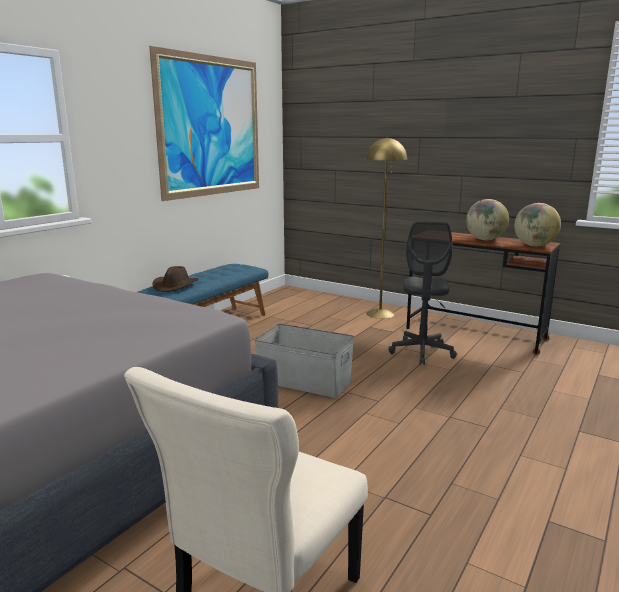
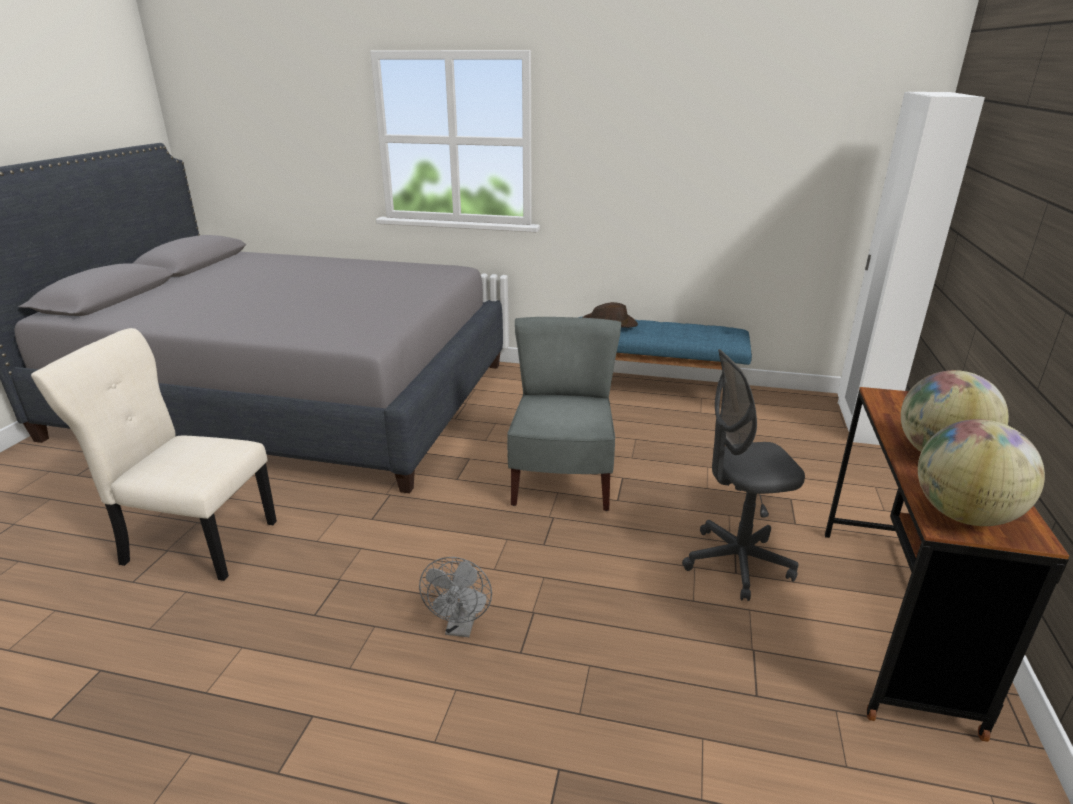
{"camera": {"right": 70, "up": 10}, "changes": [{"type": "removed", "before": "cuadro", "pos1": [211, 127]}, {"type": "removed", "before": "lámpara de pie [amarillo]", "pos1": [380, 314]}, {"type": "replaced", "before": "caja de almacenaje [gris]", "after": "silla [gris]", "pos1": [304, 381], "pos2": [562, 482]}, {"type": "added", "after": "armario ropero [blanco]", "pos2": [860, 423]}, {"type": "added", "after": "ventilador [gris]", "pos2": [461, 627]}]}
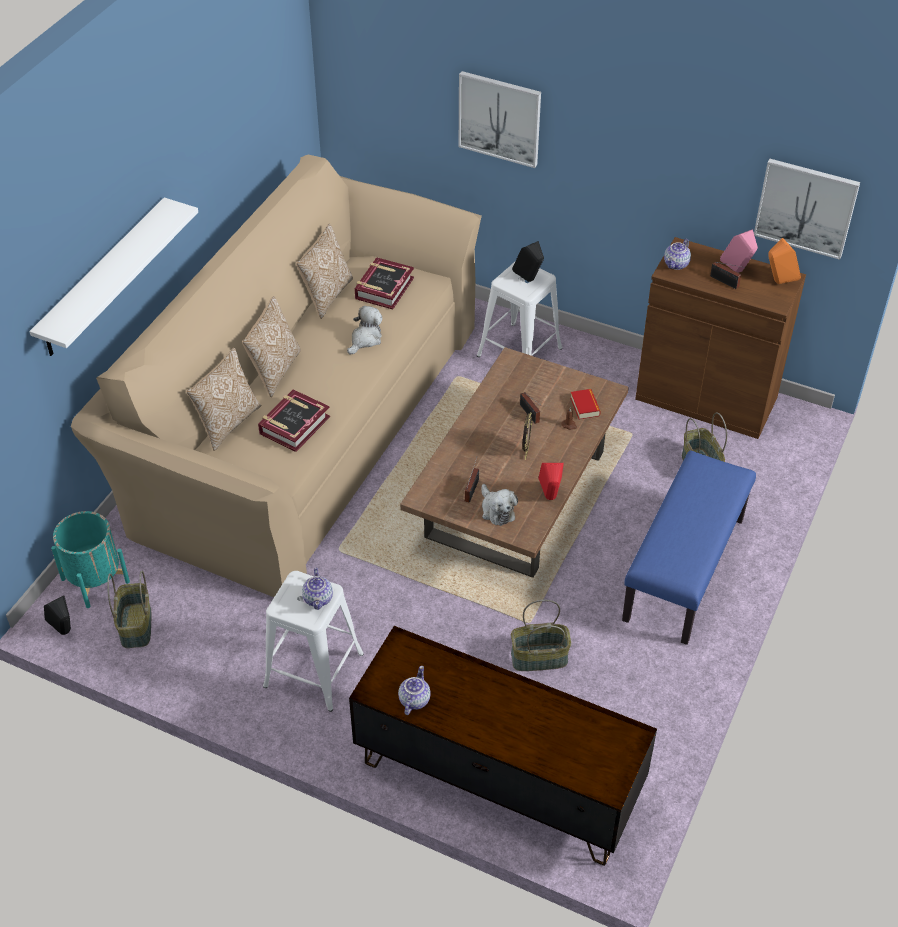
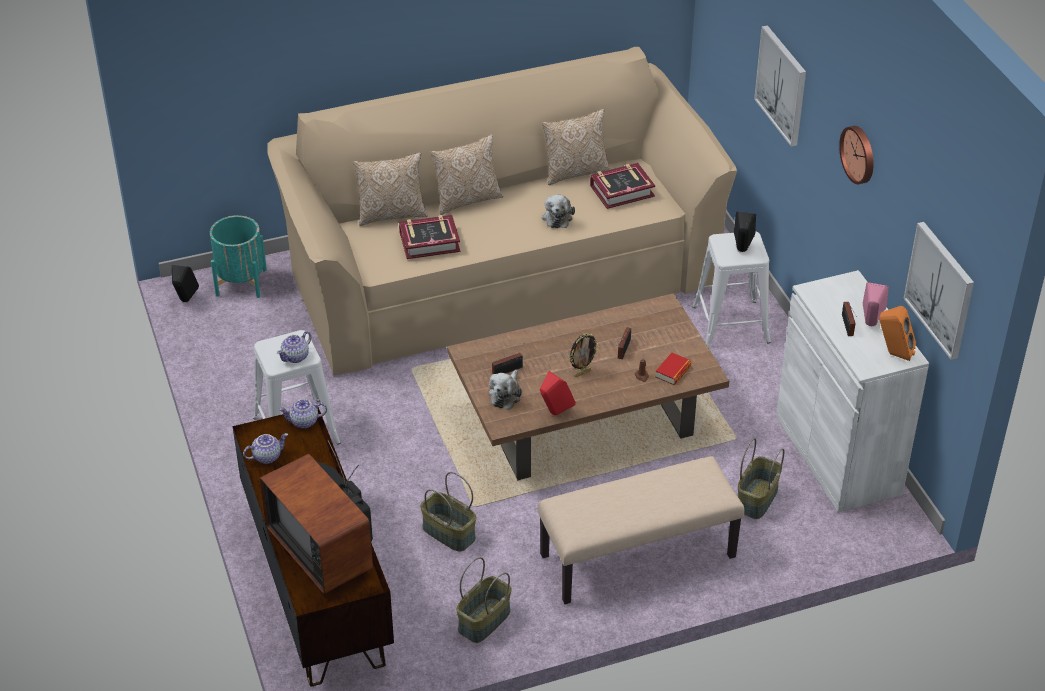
{"camera": {"right": 45, "up": -5}, "changes": [{"type": "removed", "before": "estante [blanco]", "pos1": [103, 278]}, {"type": "recoloured", "before": "armario [marrón]", "after": "armario [blanco]", "pos1": [706, 398], "pos2": [838, 455]}, {"type": "moved", "before": "tetera", "pos1": [676, 264], "pos2": [304, 421]}, {"type": "turned", "before": "peluche", "pos1": [365, 339], "pos2": [557, 217], "turn": 105}, {"type": "recoloured", "before": "banco [azul]", "after": "banco [beis]", "pos1": [685, 570], "pos2": [637, 557]}, {"type": "moved", "before": "cesta", "pos1": [137, 626], "pos2": [484, 621]}, {"type": "added", "after": "reloj de pared", "pos2": [859, 154]}, {"type": "added", "after": "televisor", "pos2": [326, 547]}]}
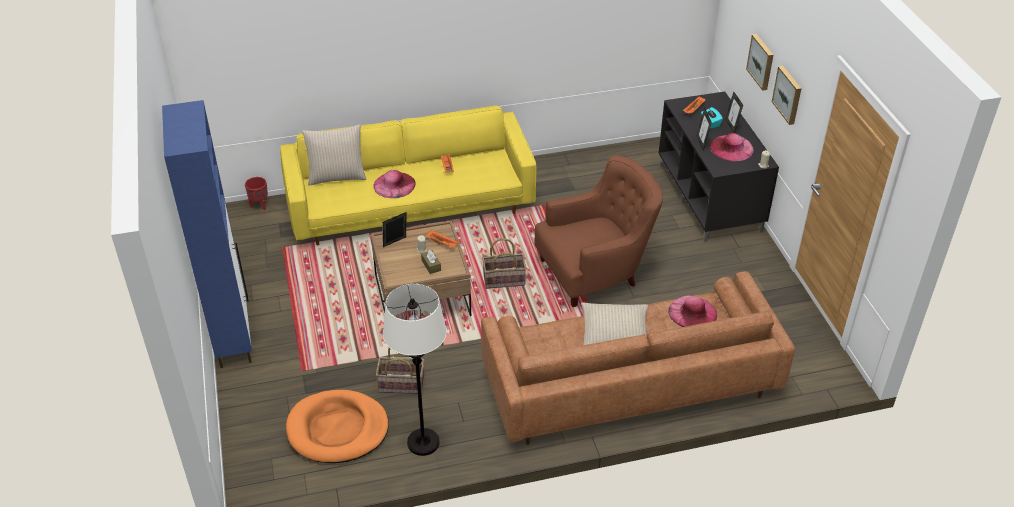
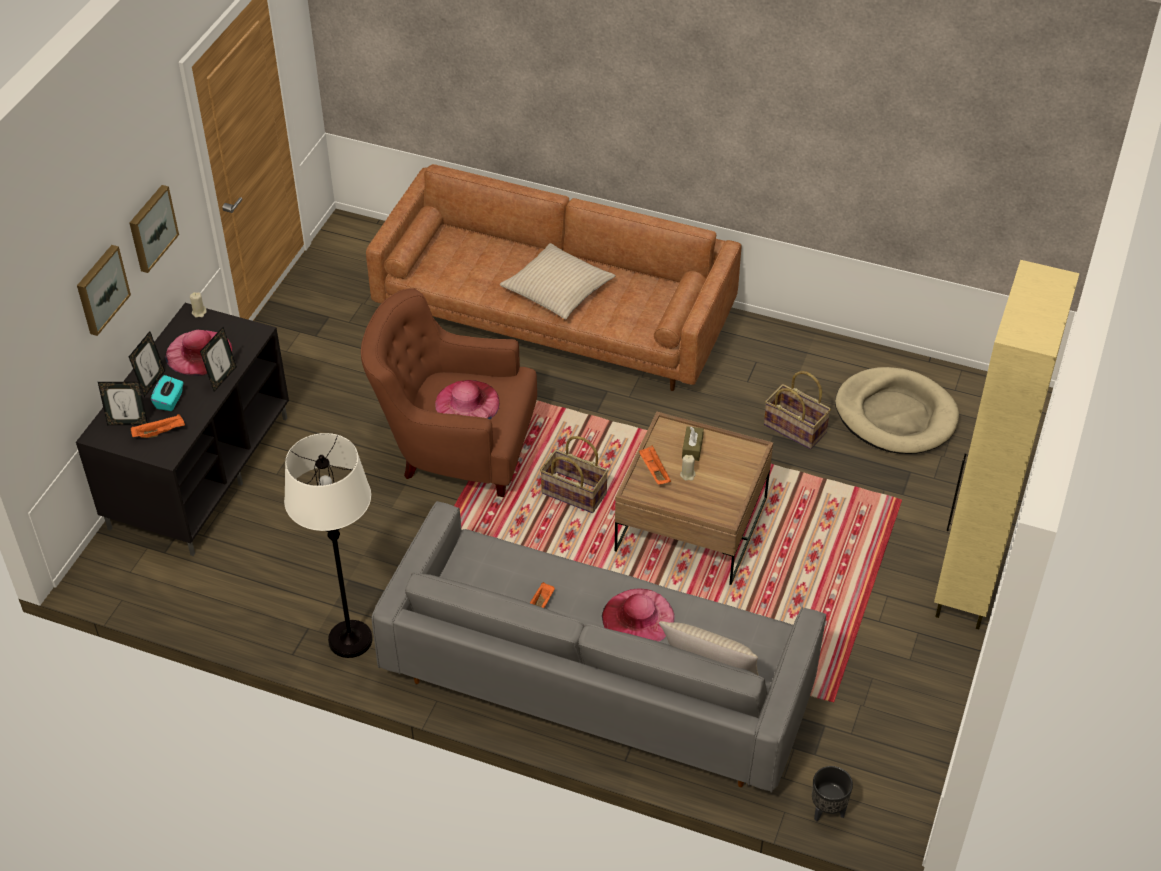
{"camera": {"right": -145, "up": 5}, "changes": [{"type": "recoloured", "before": "armario [azul]", "after": "armario [beis]", "pos1": [233, 338], "pos2": [967, 585]}, {"type": "recoloured", "before": "sofá [amarillo]", "after": "sofá [gris]", "pos1": [410, 205], "pos2": [598, 680]}, {"type": "recoloured", "before": "maceta [rojo]", "after": "maceta [negro]", "pos1": [260, 205], "pos2": [827, 811]}, {"type": "moved", "before": "portarretratos", "pos1": [395, 243], "pos2": [128, 422]}, {"type": "moved", "before": "lámpara de pie [blanco]", "pos1": [423, 442], "pos2": [350, 640]}, {"type": "moved", "before": "sombrero [rosa]", "pos1": [692, 313], "pos2": [467, 403]}, {"type": "recoloured", "before": "cama para perro [naranja]", "after": "cama para perro [beis]", "pos1": [337, 429], "pos2": [895, 415]}]}
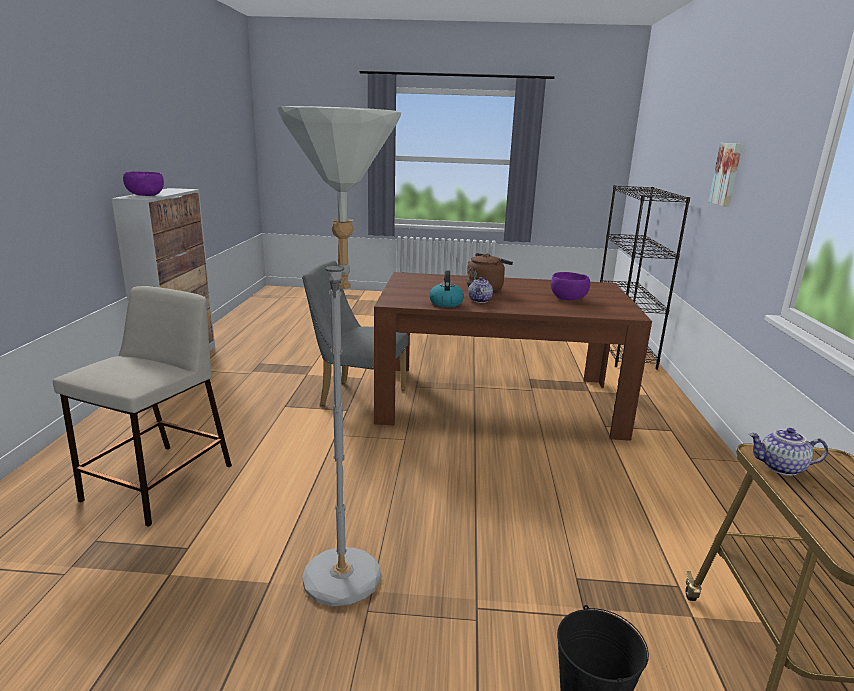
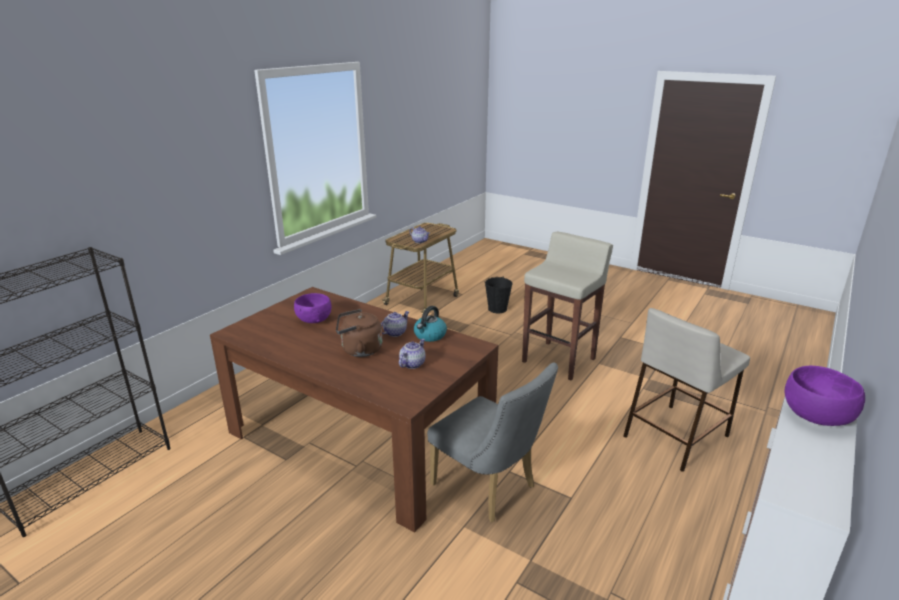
{"camera": {"right": -150, "up": 5}, "changes": [{"type": "replaced", "before": "lámpara de pie [gris]", "after": "taburete [beis]", "pos1": [346, 565], "pos2": [559, 360]}, {"type": "removed", "before": "cuadro", "pos1": [727, 174]}, {"type": "added", "after": "tetera", "pos2": [412, 364]}]}
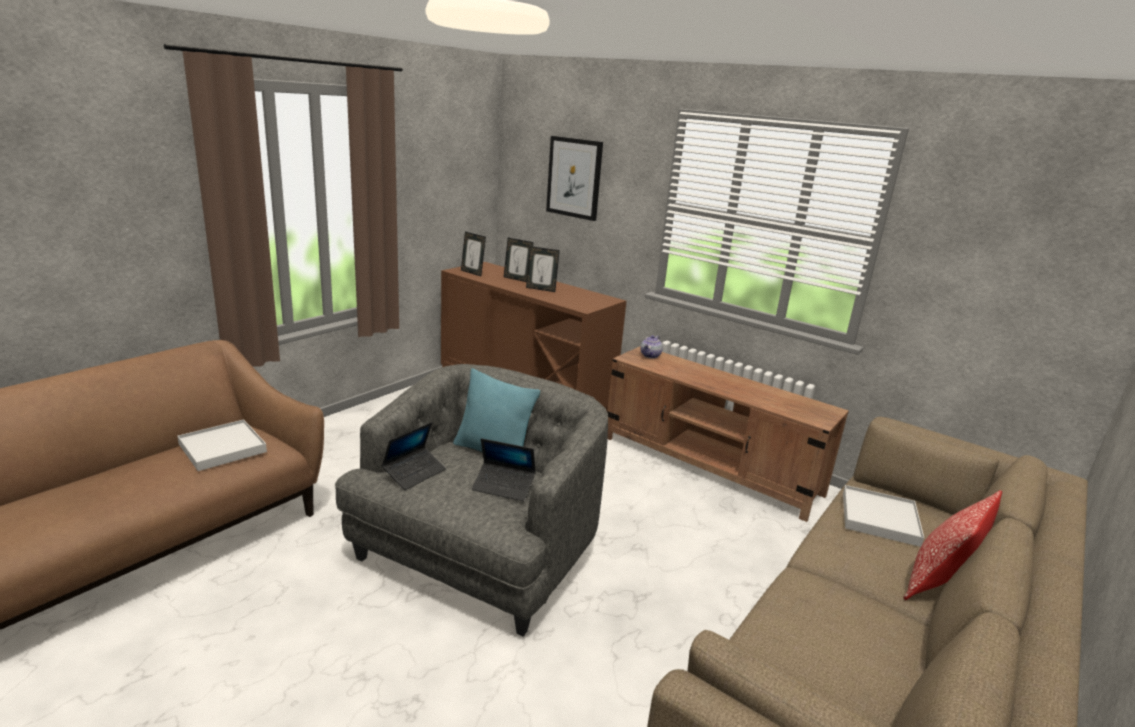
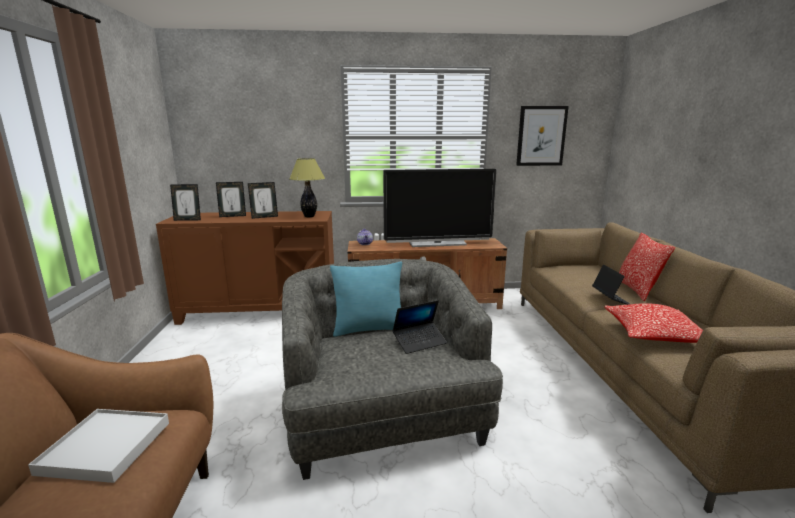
{"camera": {"right": -40, "up": -5}, "changes": [{"type": "moved", "before": "cuadro", "pos1": [574, 178], "pos2": [541, 136]}, {"type": "moved", "before": "portátil", "pos1": [414, 473], "pos2": [611, 299]}, {"type": "removed", "before": "bandeja [blanco]", "pos1": [879, 518]}, {"type": "added", "after": "lámpara de mesa", "pos2": [309, 216]}, {"type": "added", "after": "televisor", "pos2": [437, 244]}, {"type": "added", "after": "cojín", "pos2": [653, 335]}]}
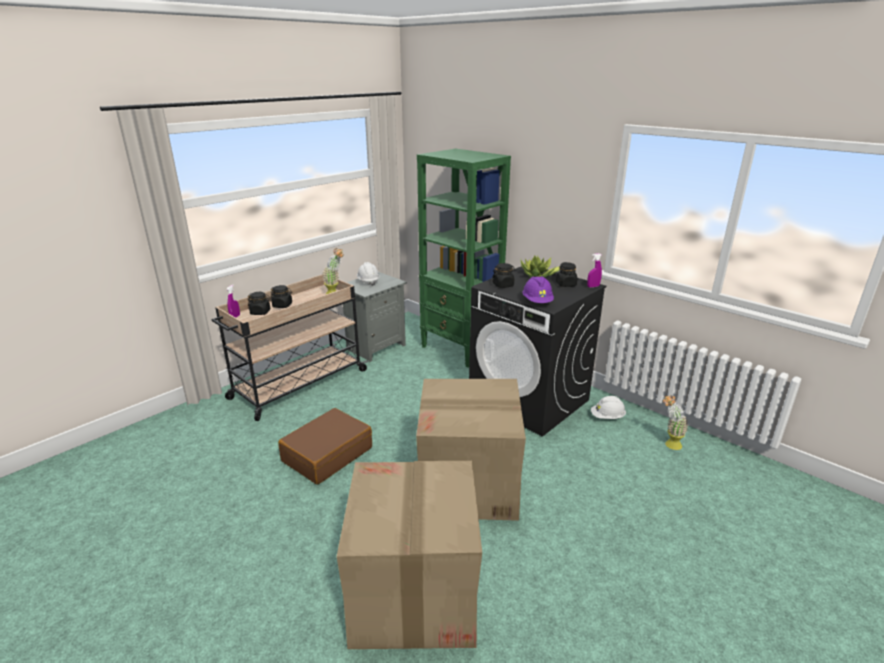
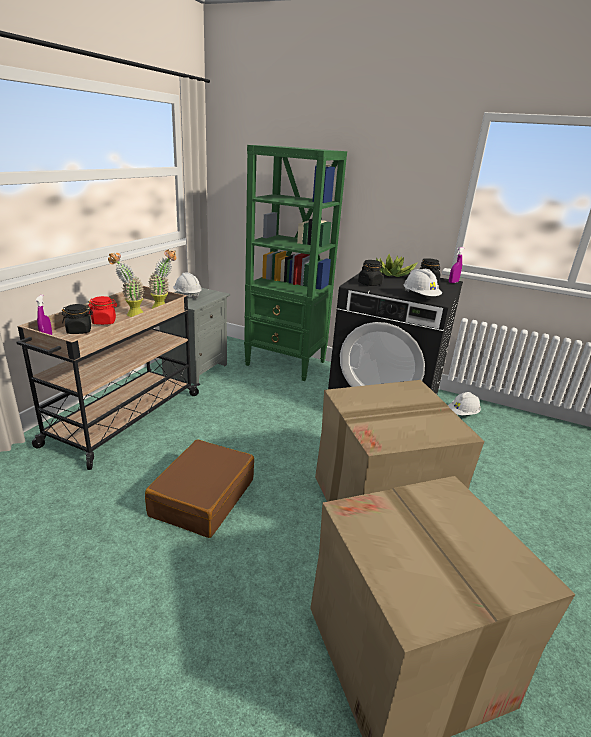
{"camera": {"right": -20, "up": 0}, "changes": [{"type": "recoloured", "before": "casco [morado]", "after": "casco [blanco]", "pos1": [537, 302], "pos2": [420, 297]}, {"type": "recoloured", "before": "tarro [negro]", "after": "tarro [rojo]", "pos1": [282, 305], "pos2": [104, 322]}, {"type": "moved", "before": "planta en maceta", "pos1": [669, 445], "pos2": [130, 314]}]}
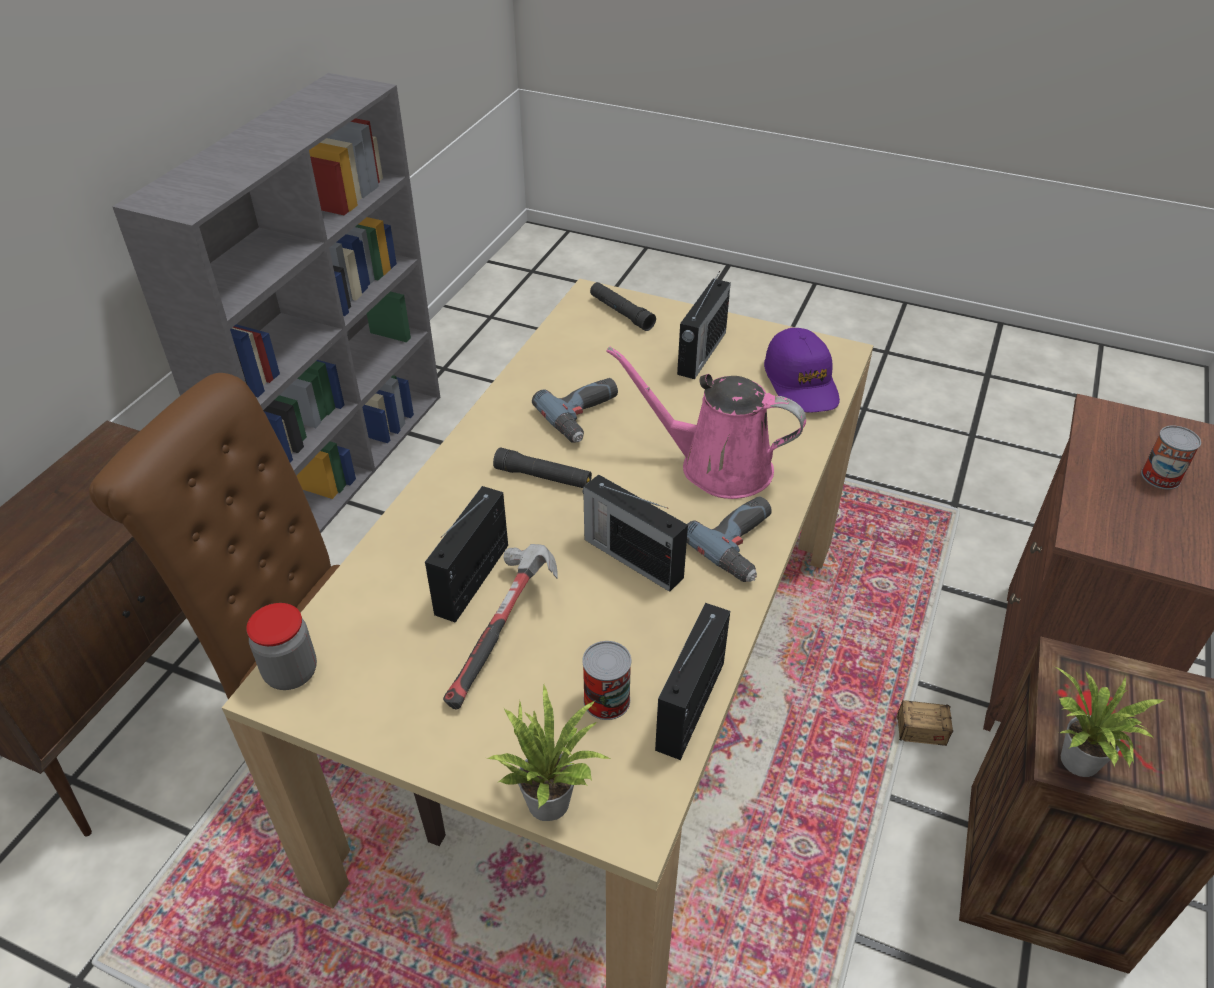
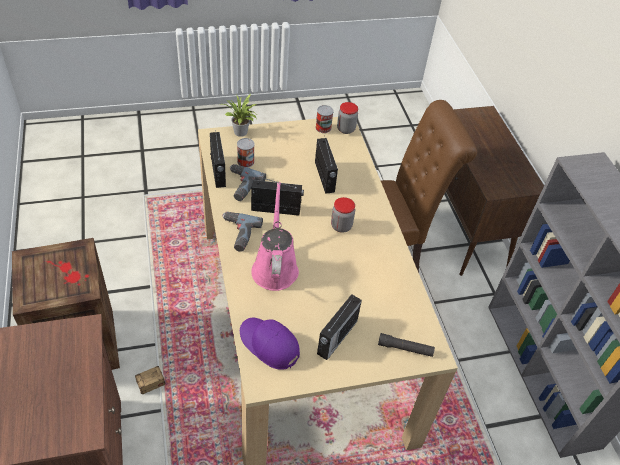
{"camera": {"right": 140, "up": 5}, "changes": [{"type": "turned", "before": "radio", "pos1": [701, 354], "pos2": [336, 338], "turn": -135}, {"type": "turned", "before": "regadera [rosa]", "pos1": [716, 466], "pos2": [275, 267], "turn": -75}, {"type": "moved", "before": "taladro", "pos1": [586, 416], "pos2": [240, 185]}, {"type": "moved", "before": "lata", "pos1": [1160, 477], "pos2": [323, 128]}, {"type": "replaced", "before": "linterna [negro]", "after": "tarro", "pos1": [543, 477], "pos2": [341, 226]}, {"type": "removed", "before": "martillo", "pos1": [503, 632]}, {"type": "removed", "before": "planta en maceta", "pos1": [1078, 765]}]}
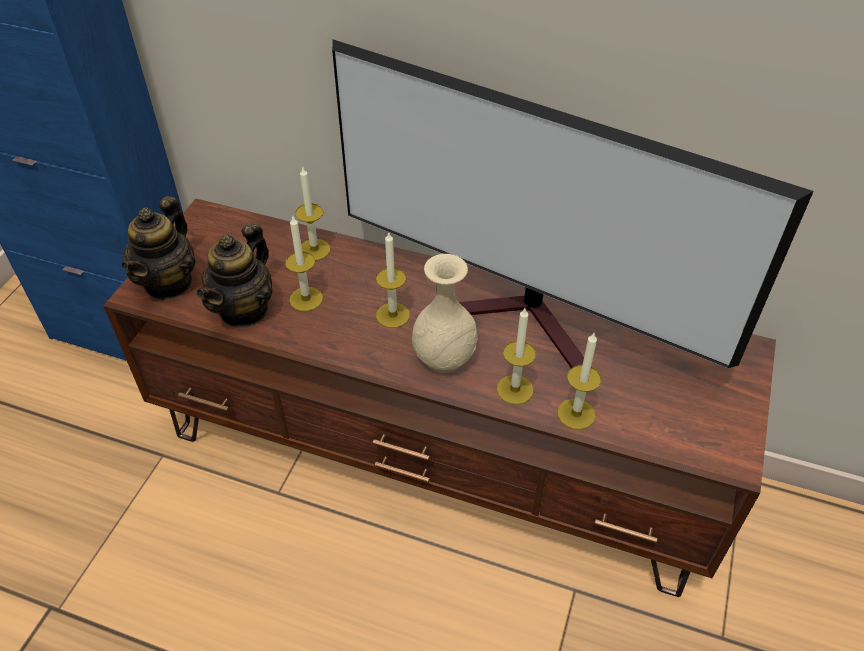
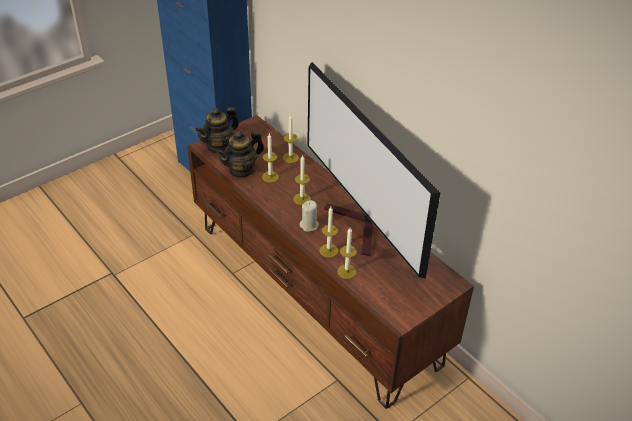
{"camera": {"right": 30, "up": -5}, "changes": [{"type": "replaced", "before": "florero [beis]", "after": "vela [beis]", "pos1": [444, 358], "pos2": [309, 225]}]}
